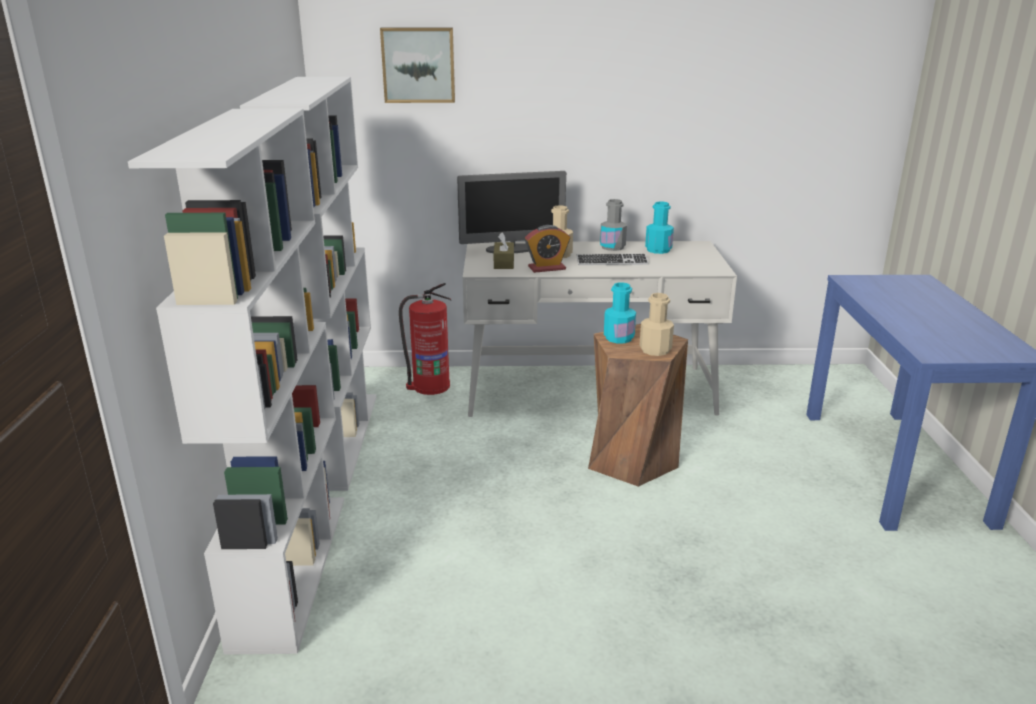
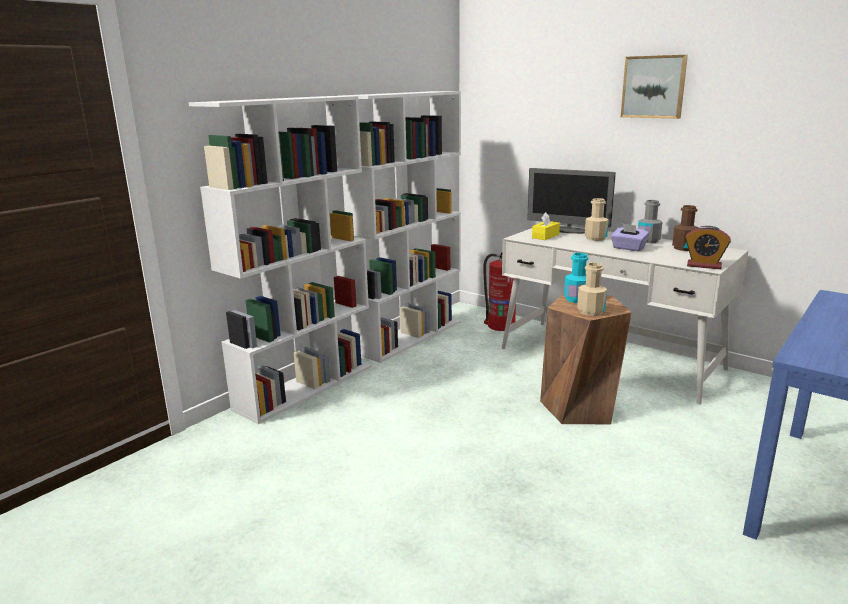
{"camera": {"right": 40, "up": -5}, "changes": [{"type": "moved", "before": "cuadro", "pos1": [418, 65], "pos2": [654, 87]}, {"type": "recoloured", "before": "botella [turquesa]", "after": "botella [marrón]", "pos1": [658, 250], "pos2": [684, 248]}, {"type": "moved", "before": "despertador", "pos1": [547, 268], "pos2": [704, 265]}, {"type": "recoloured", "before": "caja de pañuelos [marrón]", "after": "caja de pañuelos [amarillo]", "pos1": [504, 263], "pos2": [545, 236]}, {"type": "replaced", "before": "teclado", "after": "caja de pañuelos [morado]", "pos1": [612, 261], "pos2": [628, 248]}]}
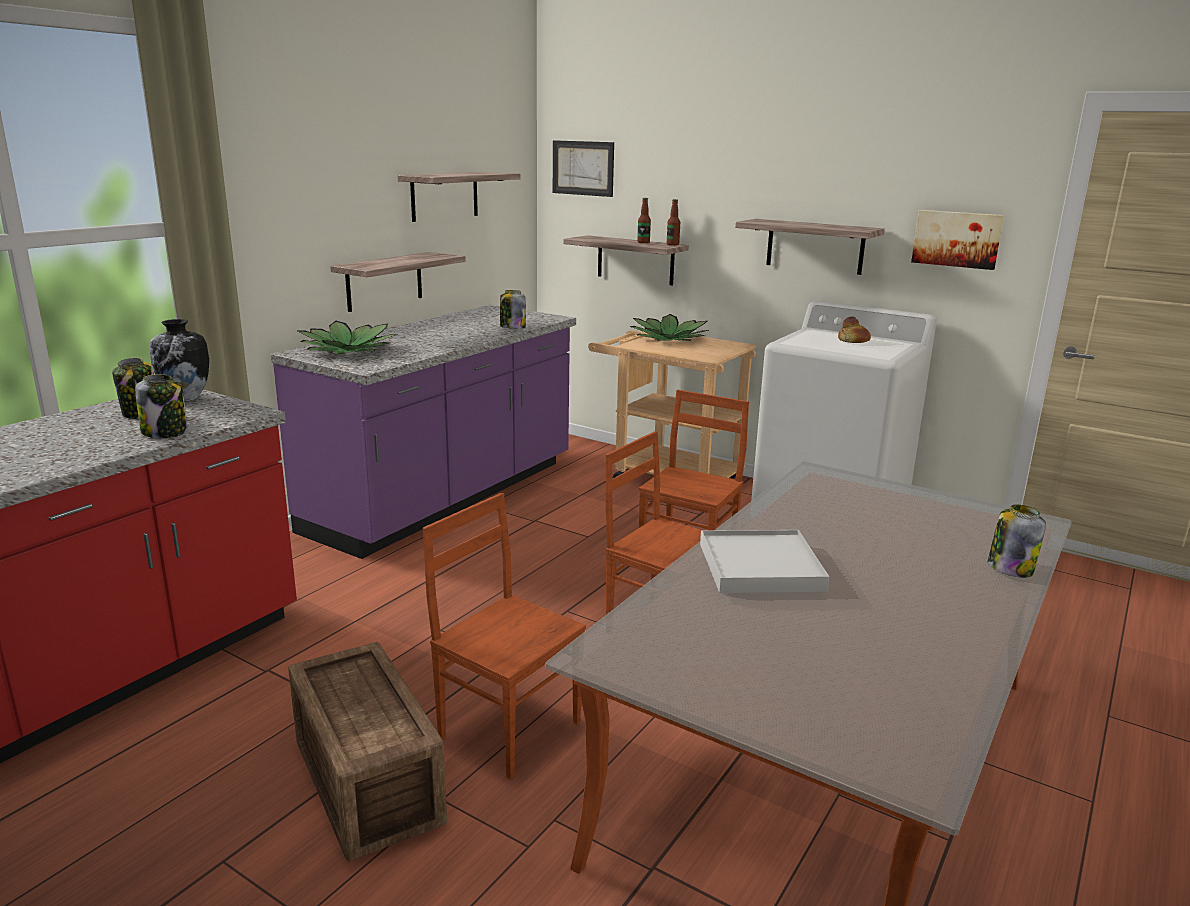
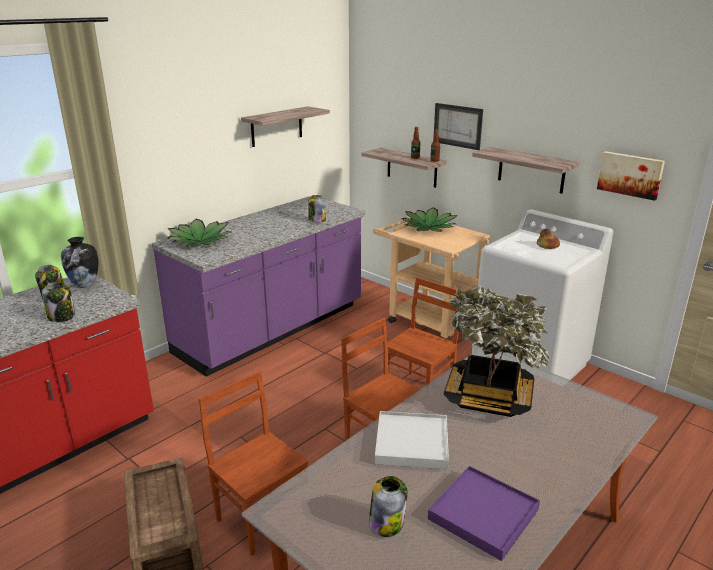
{"camera": {"right": 10, "up": 5}, "changes": [{"type": "moved", "before": "cuadro", "pos1": [583, 168], "pos2": [457, 126]}, {"type": "removed", "before": "estante", "pos1": [384, 281]}, {"type": "moved", "before": "tarro", "pos1": [1010, 568], "pos2": [386, 523]}, {"type": "added", "after": "planta en maceta", "pos2": [488, 398]}, {"type": "added", "after": "bandeja [morado]", "pos2": [483, 514]}]}
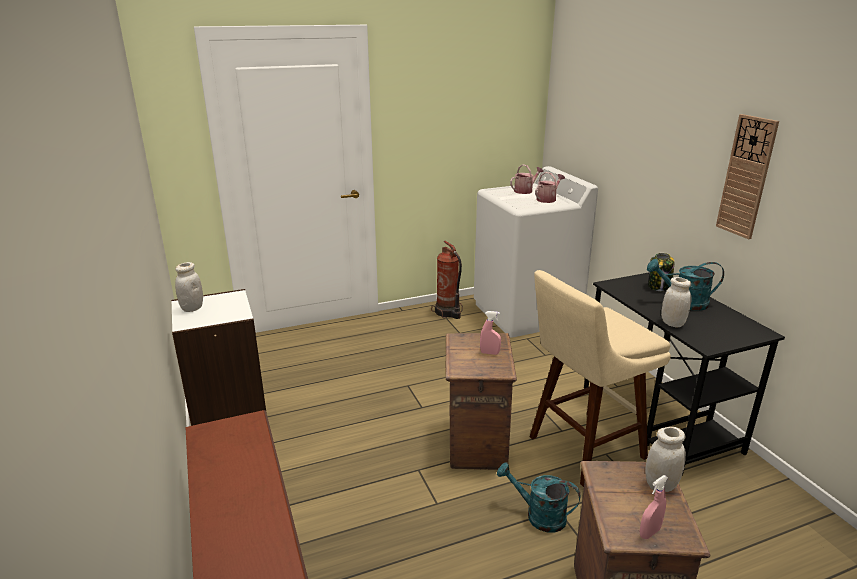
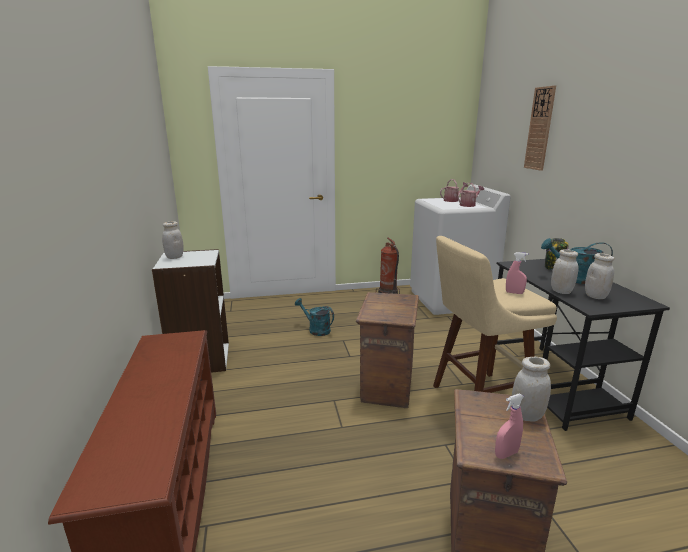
{"camera": {"right": 10, "up": -5}, "changes": [{"type": "moved", "before": "reloj de pared", "pos1": [746, 177], "pos2": [540, 129]}, {"type": "moved", "before": "pulverizador [rosa]", "pos1": [489, 353], "pos2": [514, 293]}, {"type": "moved", "before": "regadera [turquesa]", "pos1": [538, 515], "pos2": [316, 330]}, {"type": "added", "after": "tarro [blanco]", "pos2": [595, 296]}]}
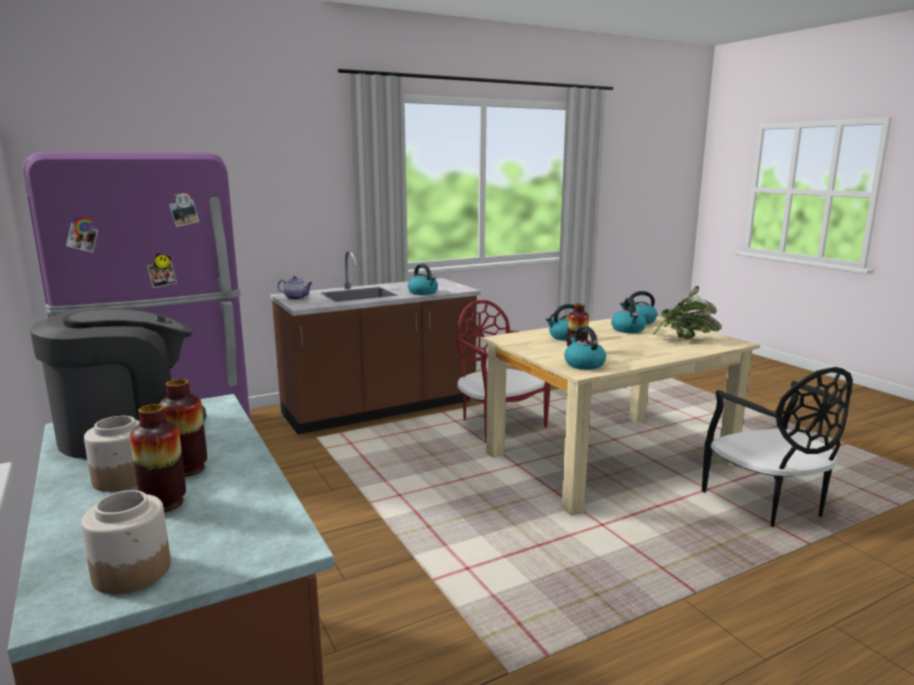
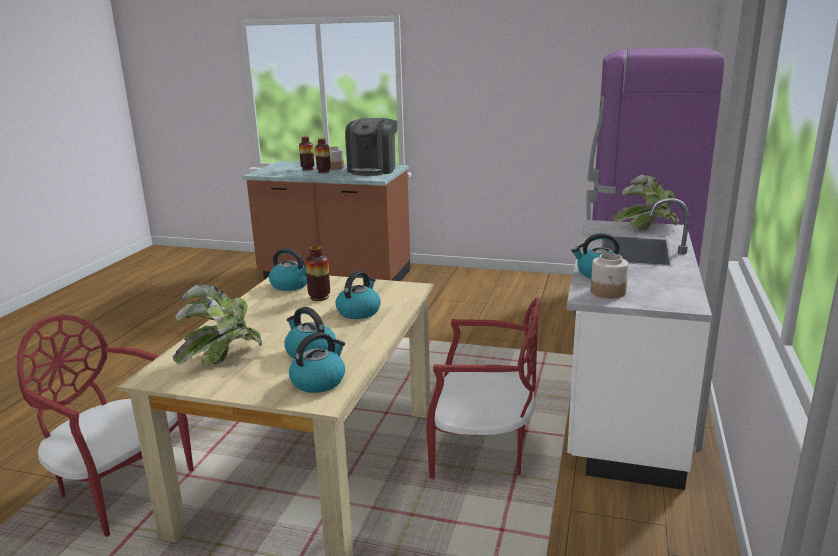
{"camera": {"right": 135, "up": 5}, "changes": [{"type": "recoloured", "before": "mueble bajo de cocina [marrón]", "after": "mueble bajo de cocina [blanco]", "pos1": [380, 409], "pos2": [621, 407]}, {"type": "replaced", "before": "tetera", "after": "planta en maceta", "pos1": [296, 298], "pos2": [646, 228]}, {"type": "recoloured", "before": "silla [negro]", "after": "silla [rojo]", "pos1": [767, 504], "pos2": [120, 489]}, {"type": "moved", "before": "tarro", "pos1": [132, 571], "pos2": [608, 292]}]}
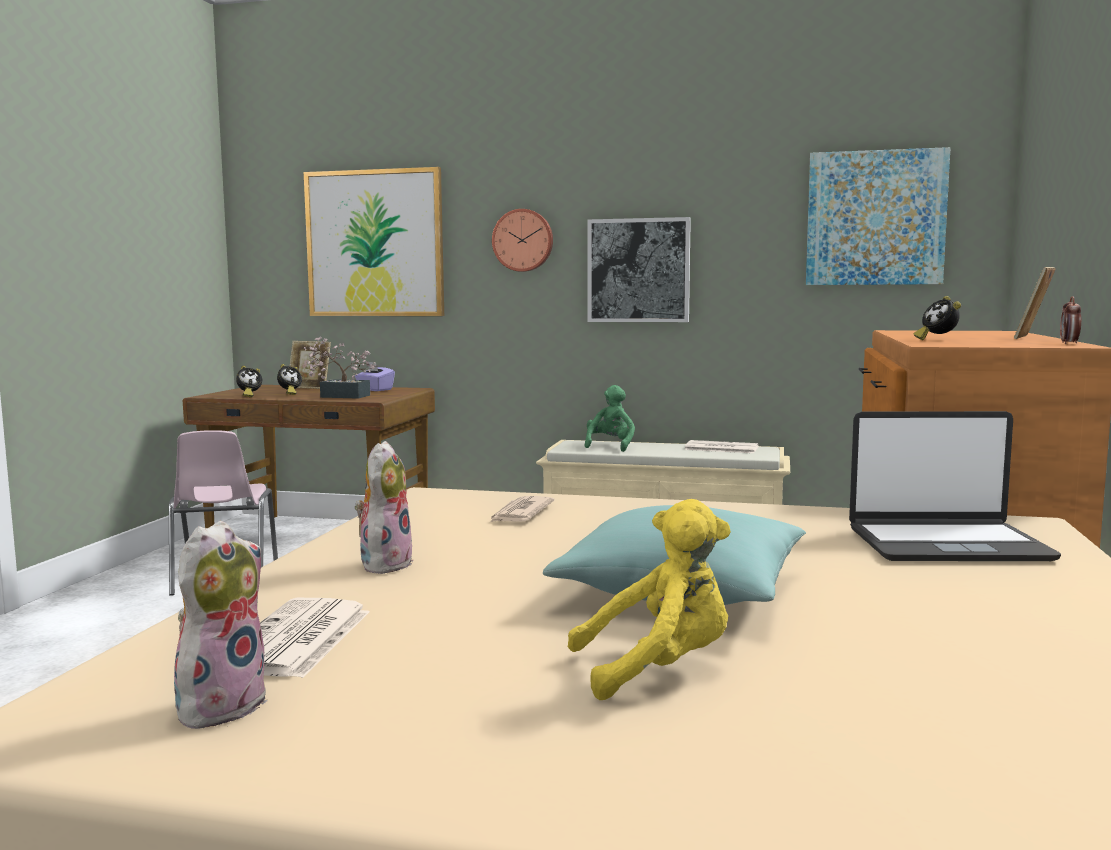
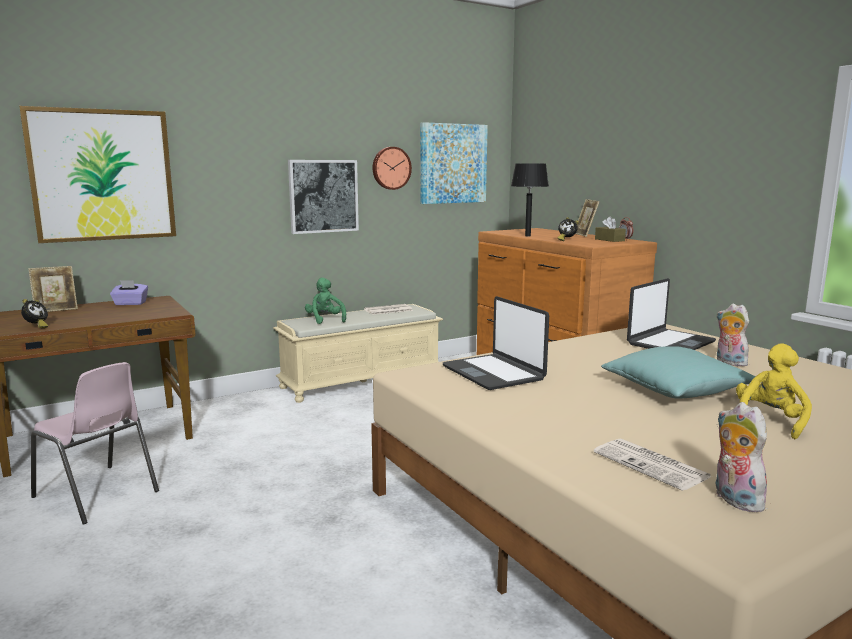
{"camera": {"right": -45, "up": 5}, "changes": [{"type": "moved", "before": "reloj de pared", "pos1": [523, 240], "pos2": [391, 168]}, {"type": "removed", "before": "planta en maceta", "pos1": [340, 396]}, {"type": "removed", "before": "despertador", "pos1": [289, 394]}, {"type": "moved", "before": "peluche", "pos1": [384, 564], "pos2": [729, 362]}, {"type": "replaced", "before": "periódico", "after": "portátil", "pos1": [520, 514], "pos2": [493, 373]}, {"type": "added", "after": "lámpara de mesa [negro]", "pos2": [527, 236]}, {"type": "added", "after": "caja de pañuelos [marrón]", "pos2": [609, 240]}]}
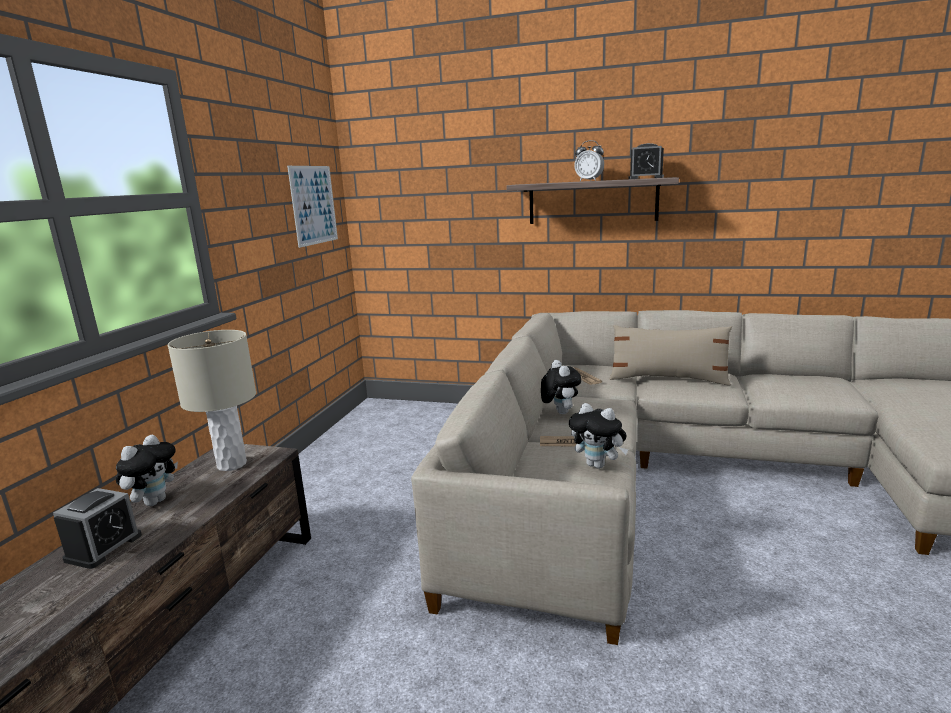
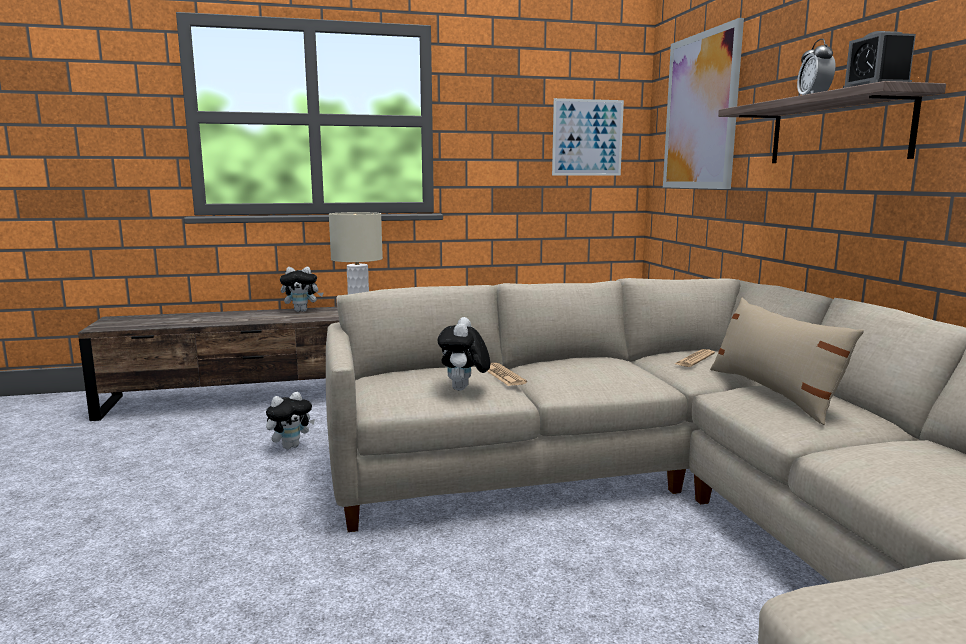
{"camera": {"right": 60, "up": -5}, "changes": [{"type": "moved", "before": "peluche", "pos1": [558, 412], "pos2": [290, 446]}, {"type": "removed", "before": "despertador", "pos1": [104, 547]}, {"type": "added", "after": "cuadro", "pos2": [701, 112]}]}
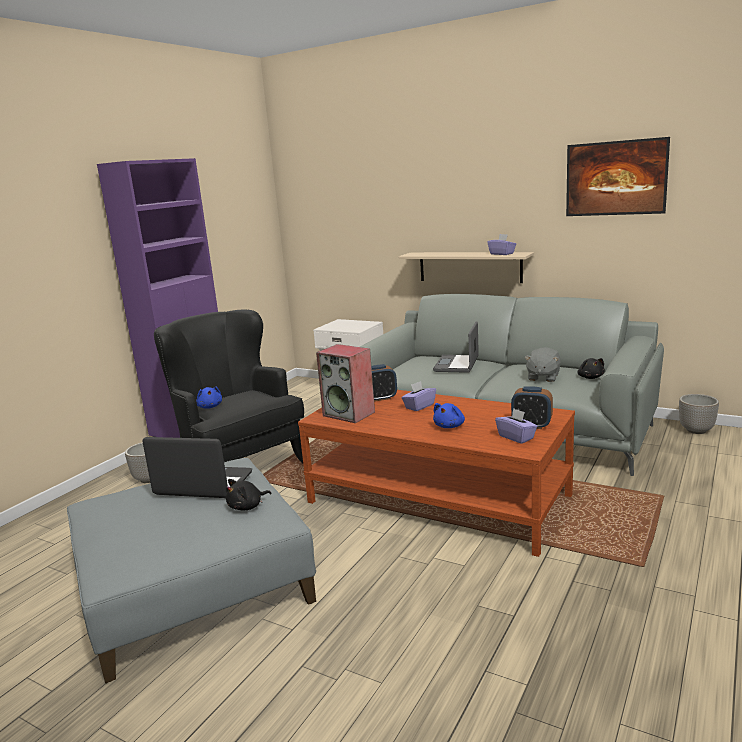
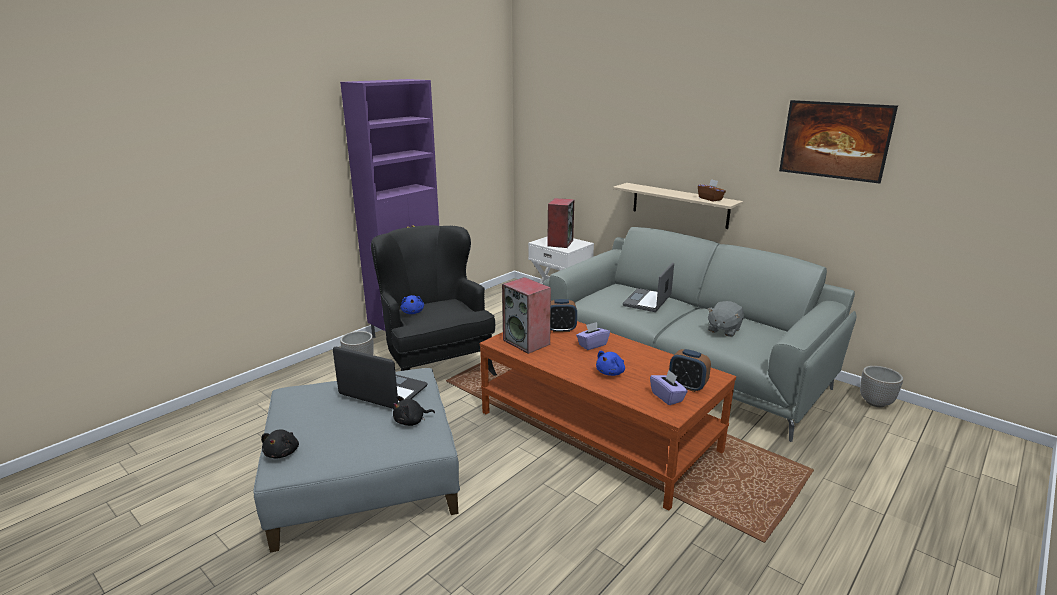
{"camera": {"right": 10, "up": 5}, "changes": [{"type": "recoloured", "before": "caja de pañuelos [morado]", "after": "caja de pañuelos [marrón]", "pos1": [502, 254], "pos2": [710, 199]}, {"type": "moved", "before": "peluche [negro]", "pos1": [590, 377], "pos2": [283, 452]}, {"type": "added", "after": "altavoz", "pos2": [560, 243]}]}
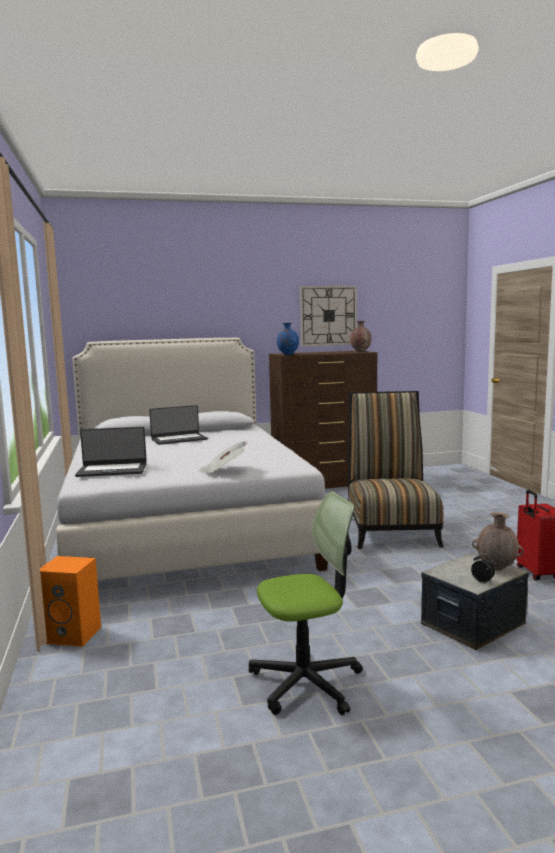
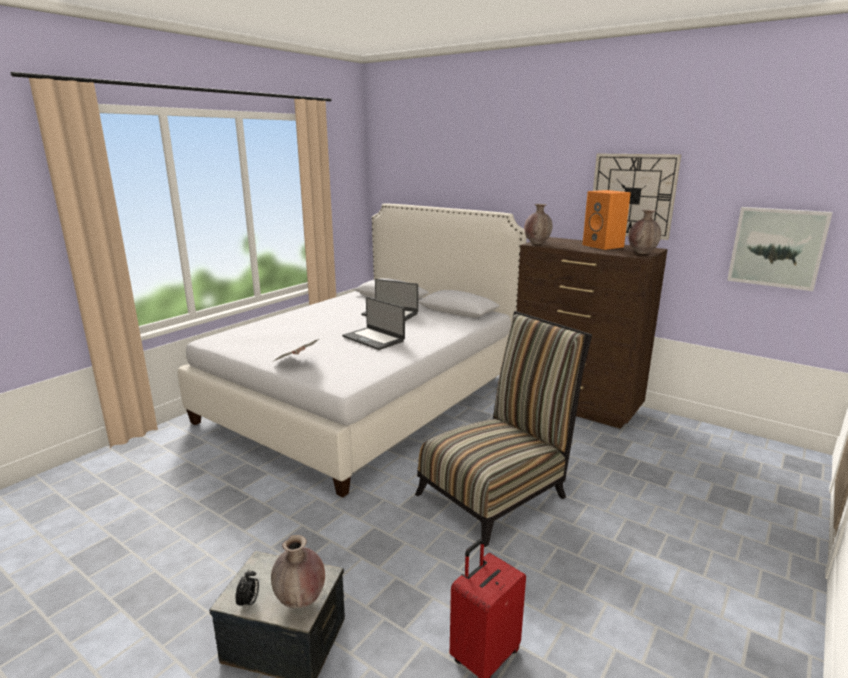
{"camera": {"right": 50, "up": 10}, "changes": [{"type": "recoloured", "before": "florero [azul]", "after": "florero [marrón]", "pos1": [287, 354], "pos2": [537, 243]}, {"type": "moved", "before": "portátil", "pos1": [112, 470], "pos2": [374, 338]}, {"type": "removed", "before": "silla de oficina", "pos1": [306, 682]}, {"type": "moved", "before": "altavoz [naranja]", "pos1": [74, 634], "pos2": [604, 246]}, {"type": "added", "after": "cuadro", "pos2": [777, 247]}]}
